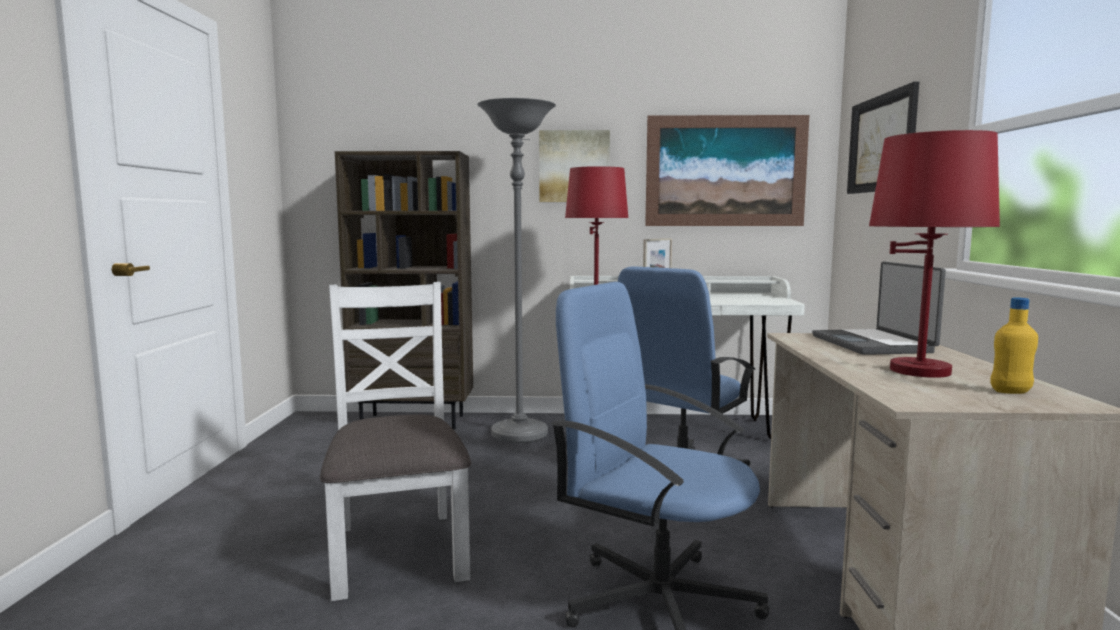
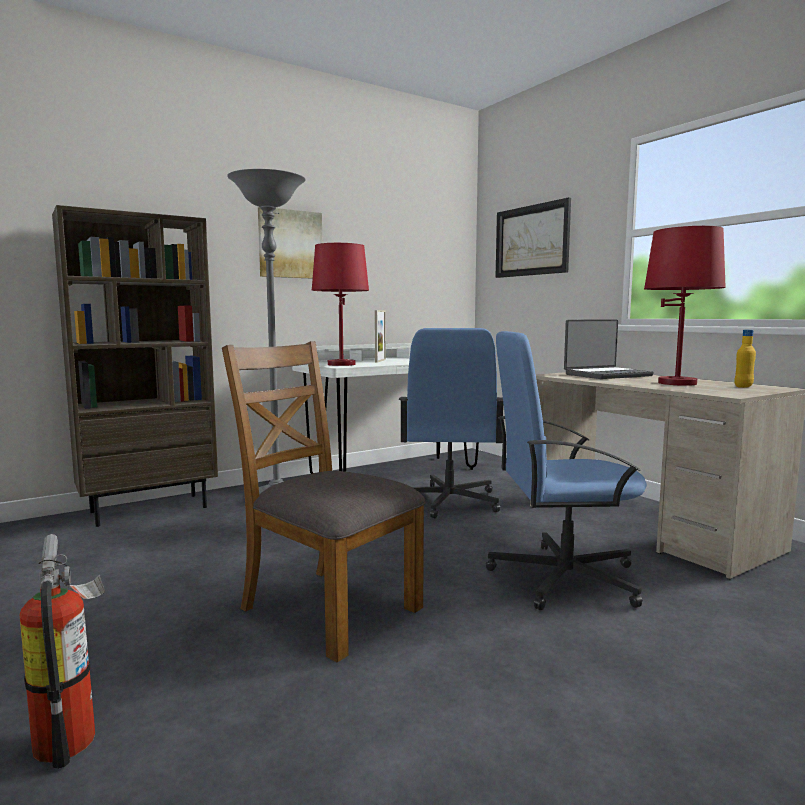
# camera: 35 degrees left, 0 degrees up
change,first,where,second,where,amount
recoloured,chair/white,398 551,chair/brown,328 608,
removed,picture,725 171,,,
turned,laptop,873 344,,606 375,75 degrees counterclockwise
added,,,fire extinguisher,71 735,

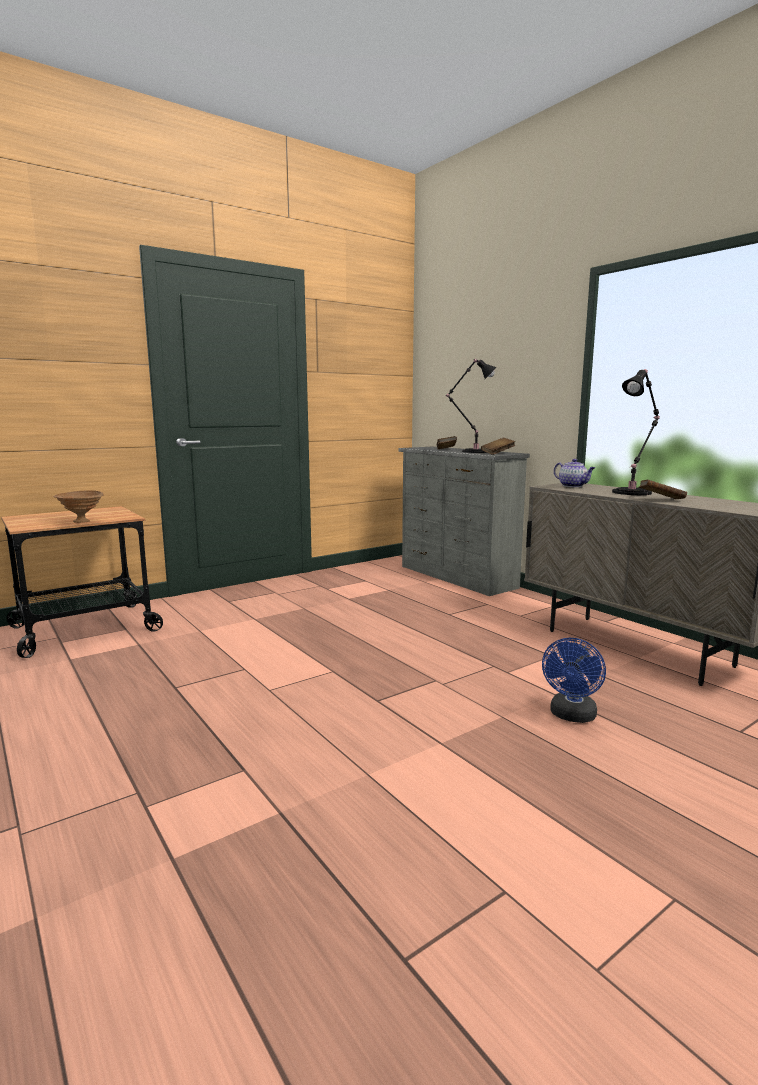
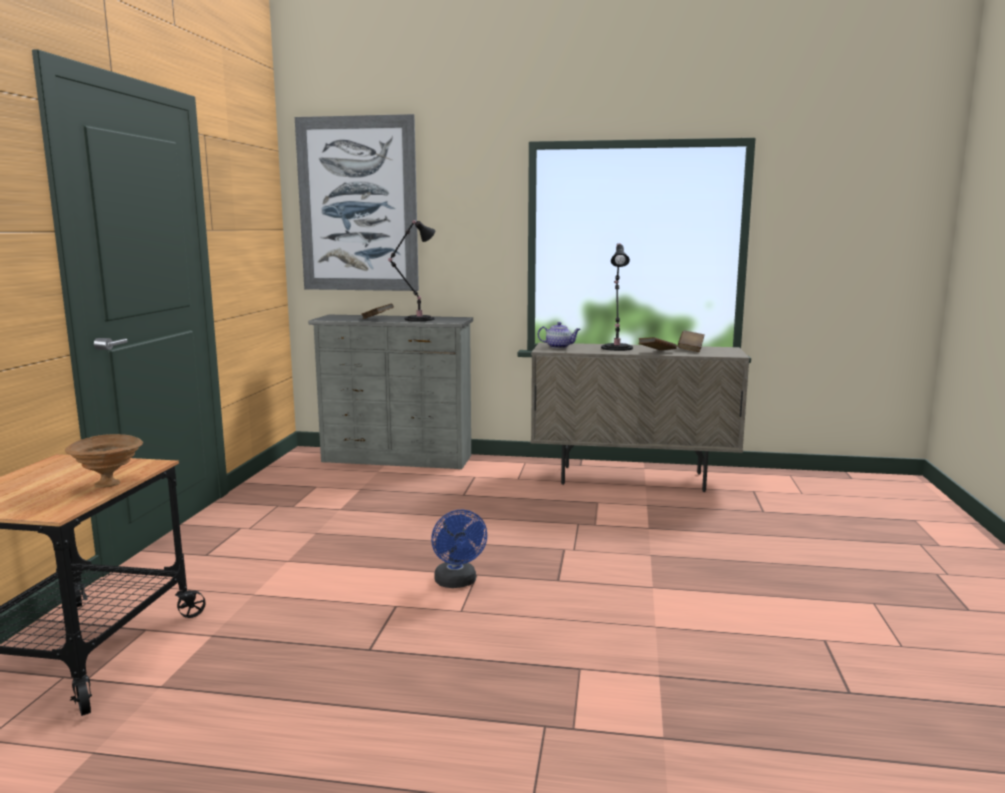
# camera: 45 degrees left, 0 degrees up
change,first,where,second,where,amount
moved,book/brown,497 453,,690 349,
moved,fan/blue,572 716,,457 583,
added,,,picture,358 205,

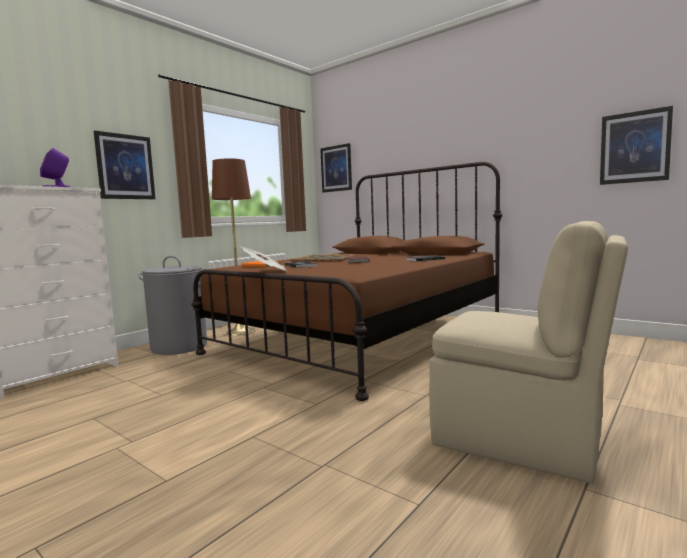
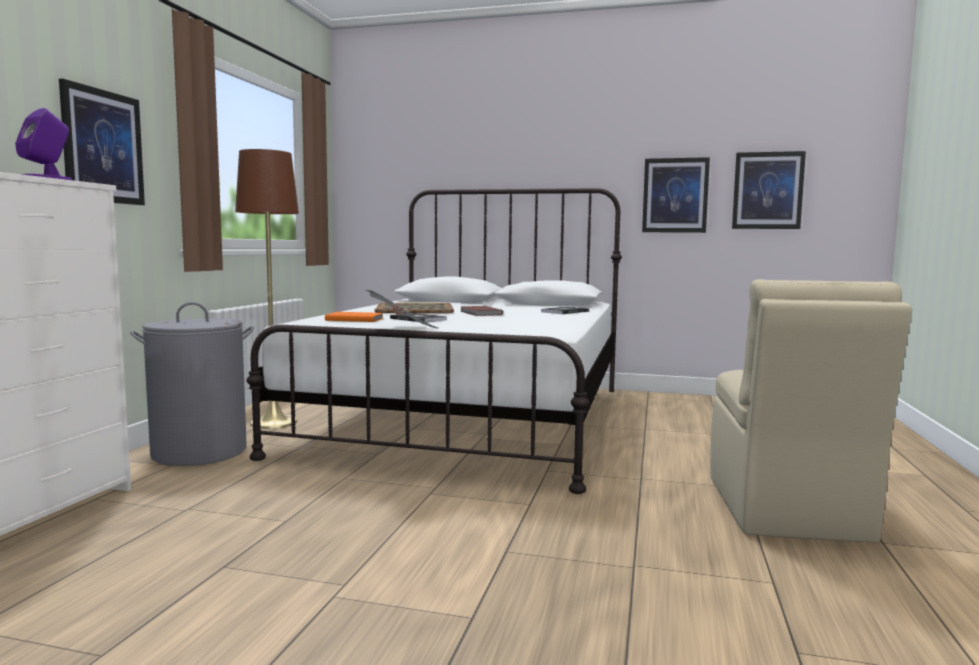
# camera: 25 degrees left, 0 degrees up
change,first,where,second,where,amount
recoloured,bed/brown,361 337,bed/white,470 418,
moved,picture,336 168,,675 195,
turned,chair/beige,521 439,,785 510,90 degrees clockwise

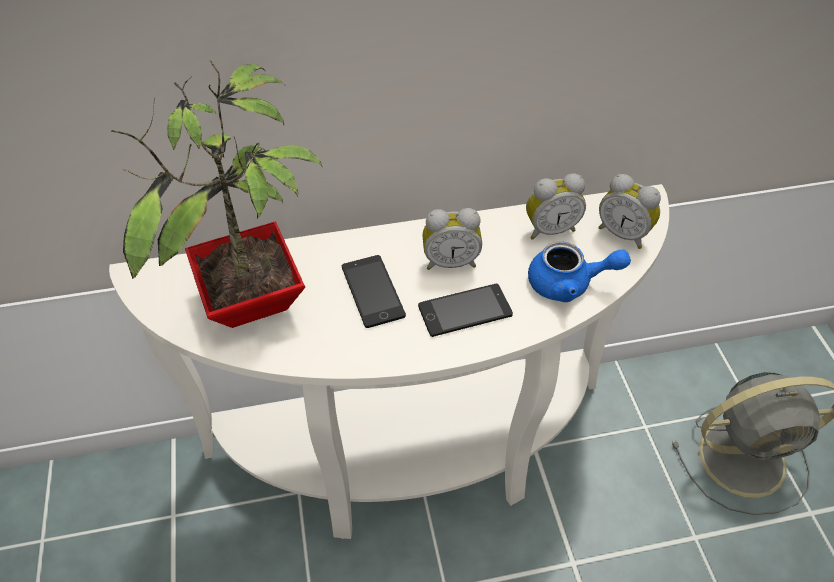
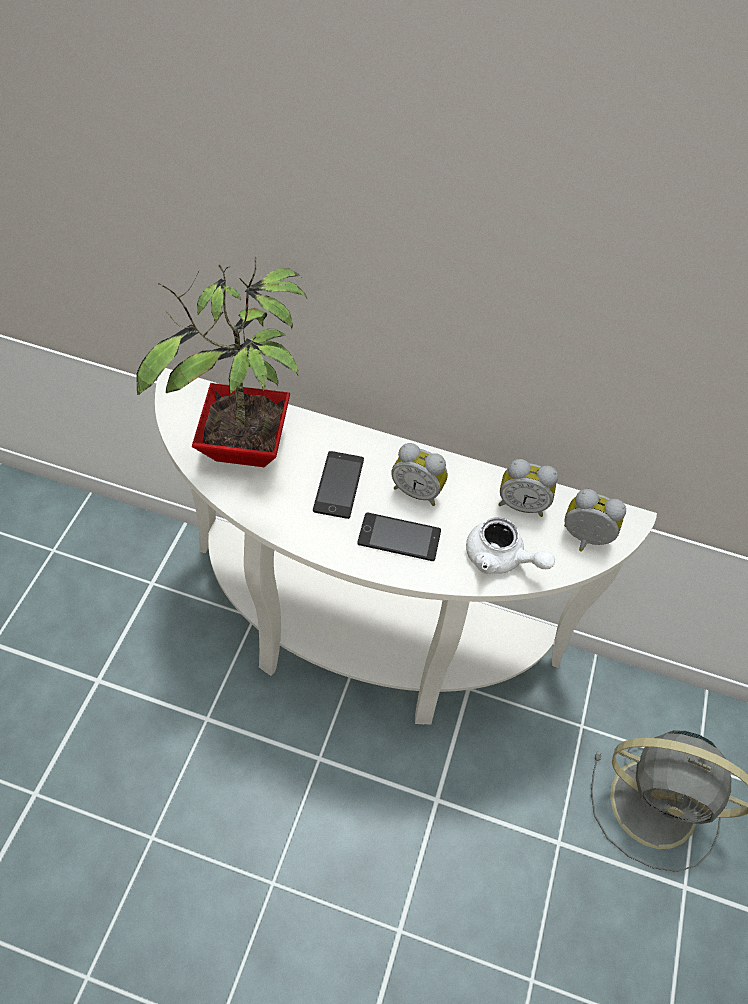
# camera: 25 degrees right, 5 degrees up
change,first,where,second,where,amount
recoloured,teapot/blue,568 284,teapot/white,501 559,
turned,alarm clock,623 233,,583 540,135 degrees clockwise

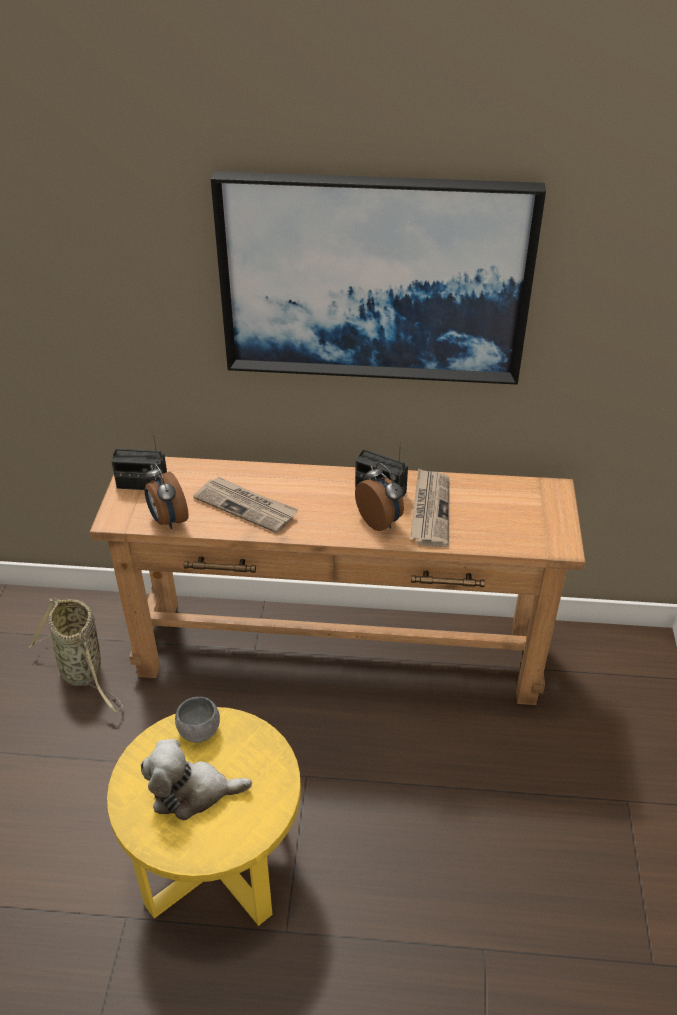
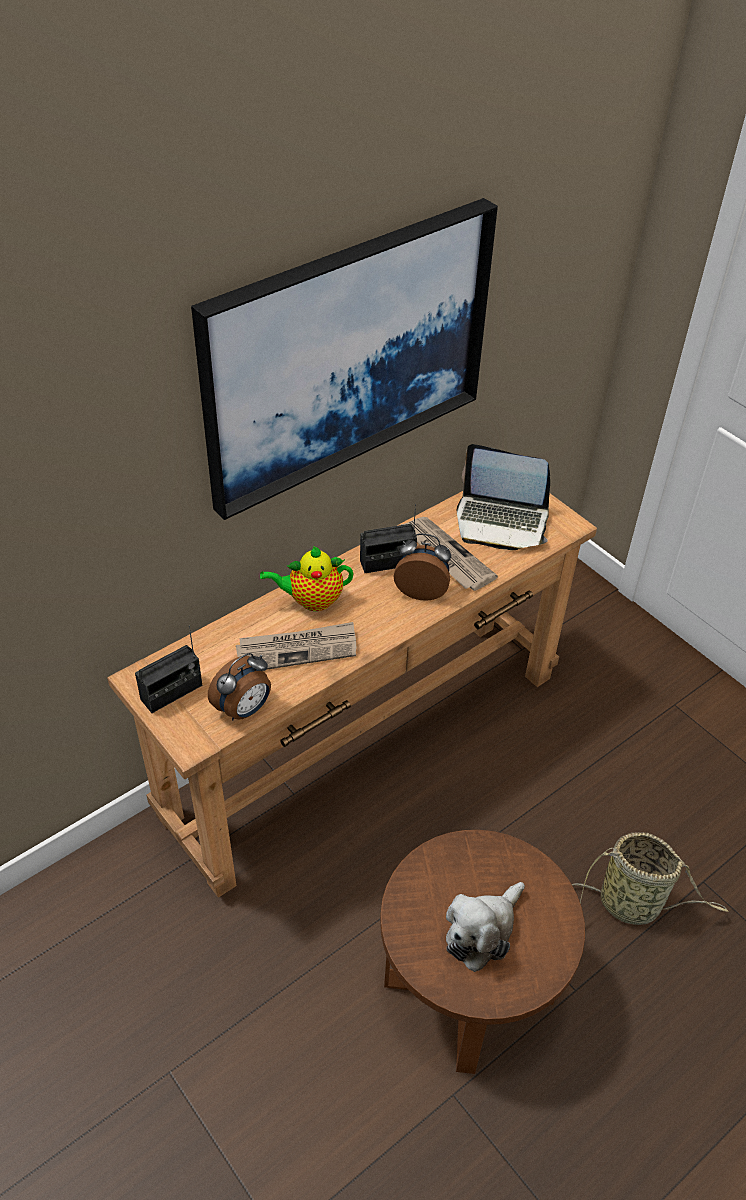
# camera: 45 degrees left, 5 degrees up
change,first,where,second,where,amount
moved,basket,83 672,,633 905,
recoloured,side table/yellow,217 861,side table/brown,468 987,
turned,alarm clock,167 520,,244 710,60 degrees counterclockwise
removed,bowl/grey,199 730,,,
added,,,teapot,311 600,
added,,,laptop,501 521,

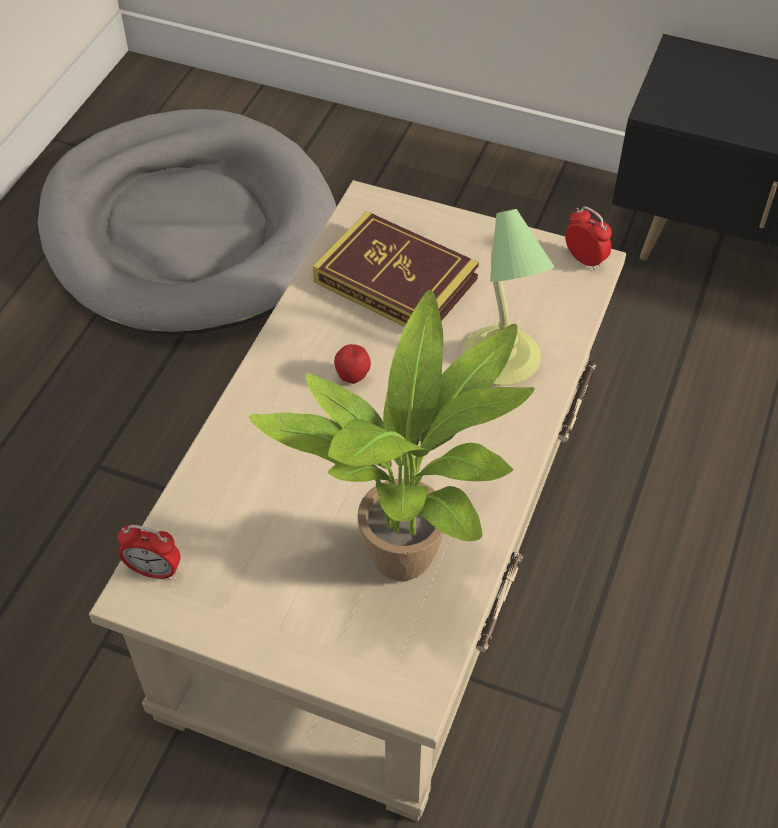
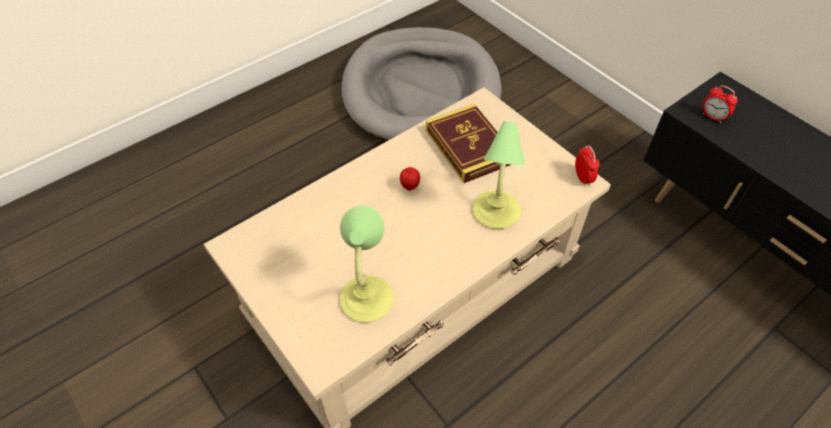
# camera: 30 degrees right, 0 degrees up
change,first,where,second,where,amount
moved,alarm clock,154 570,,713 117,
replaced,potted plant,409 566,table lamp,367 297,

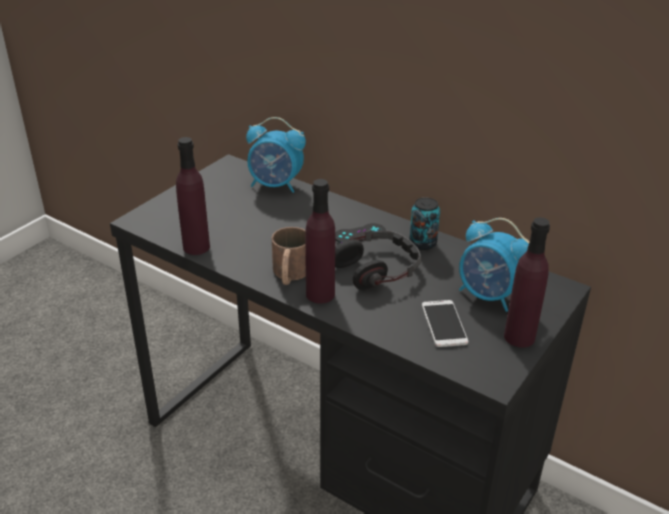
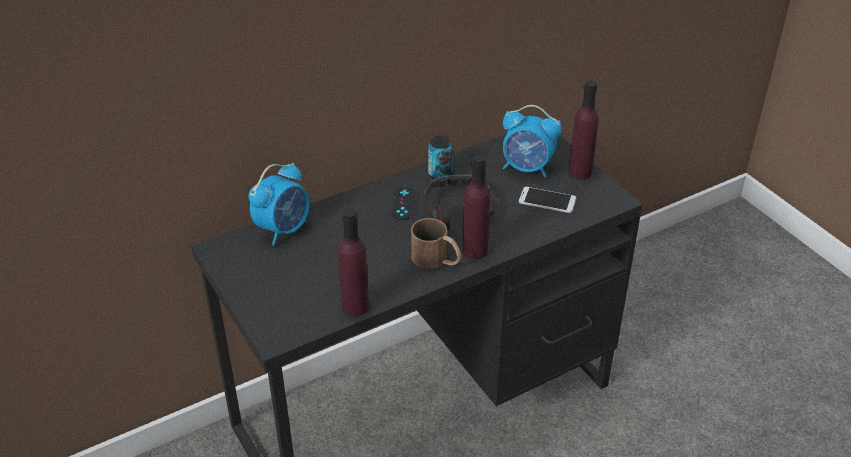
# camera: 65 degrees left, 5 degrees up
change,first,where,second,where,amount
turned,alarm clock,489 296,,527 168,45 degrees clockwise

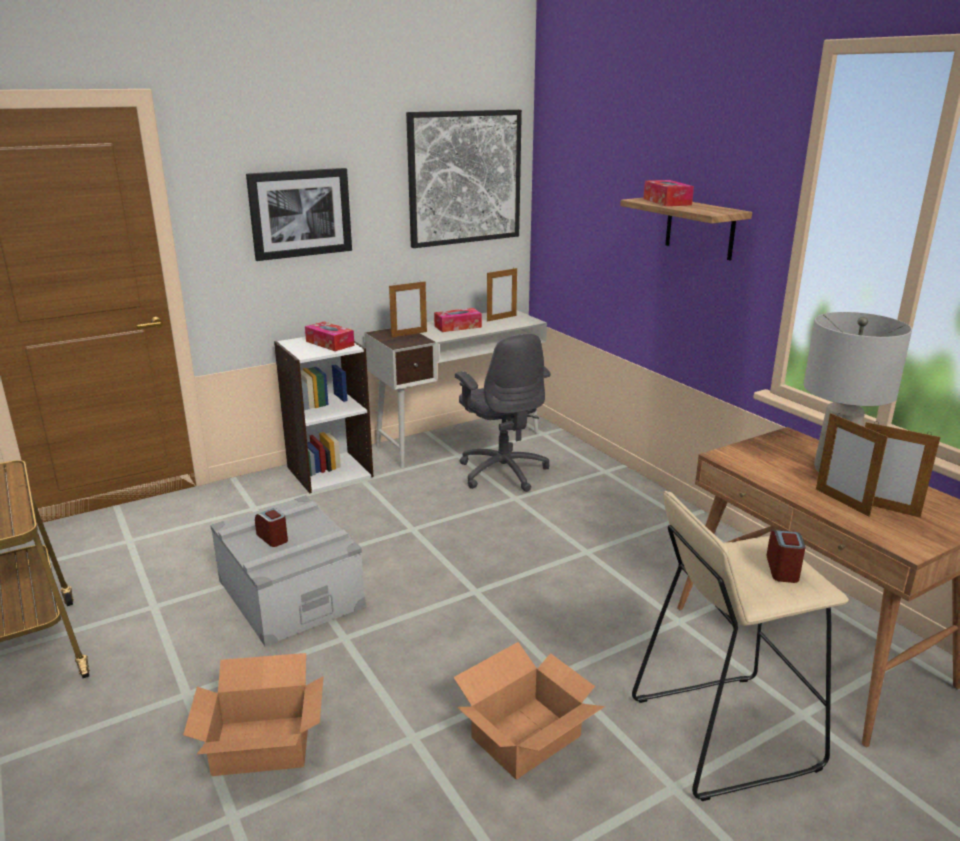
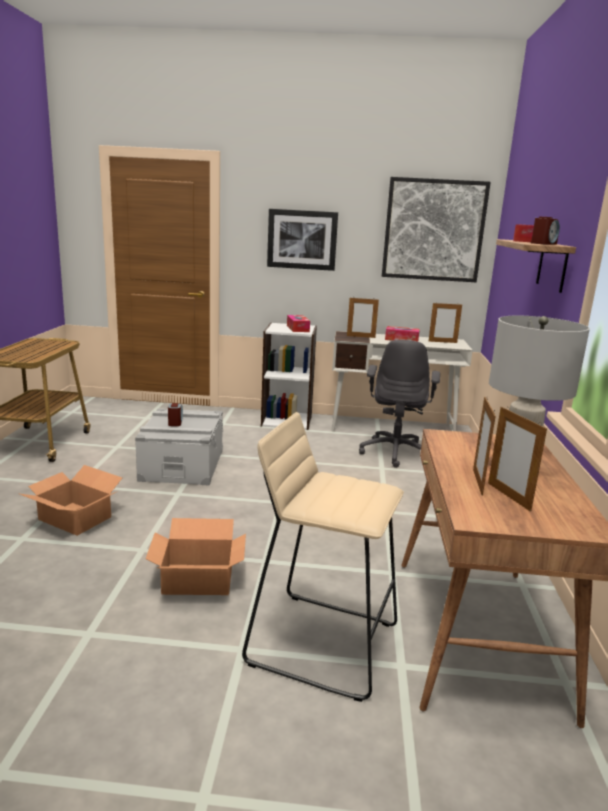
# camera: 35 degrees right, 5 degrees down
change,first,where,second,where,amount
moved,alarm clock,783 569,,543 243,

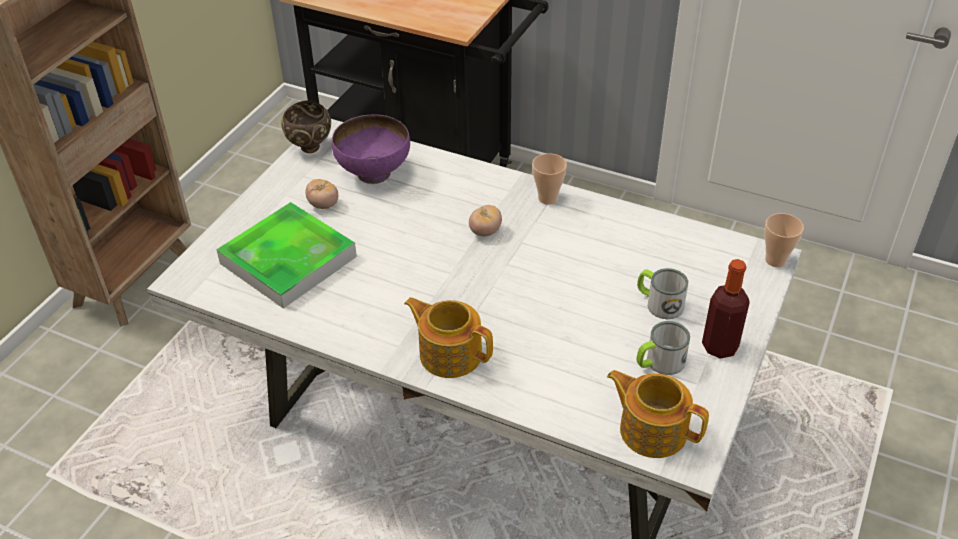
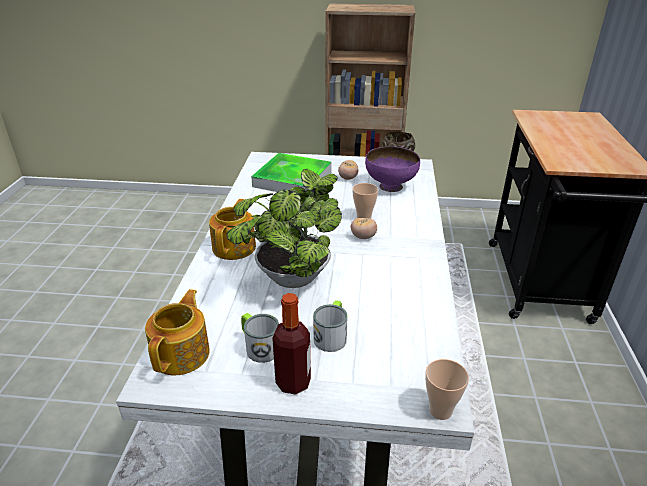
# camera: 70 degrees right, 10 degrees down
change,first,where,second,where,amount
moved,cup,548 198,,364 217,
added,,,potted plant,290 280,

